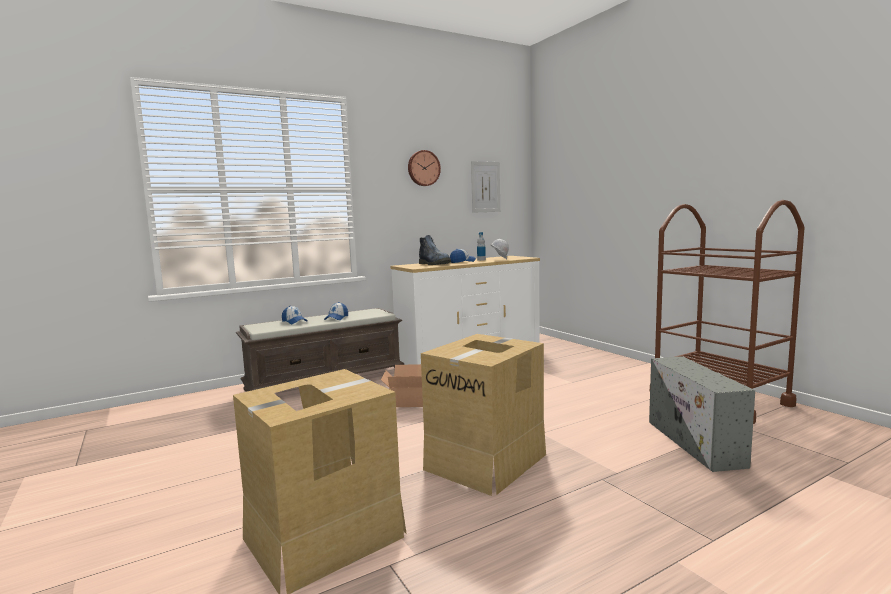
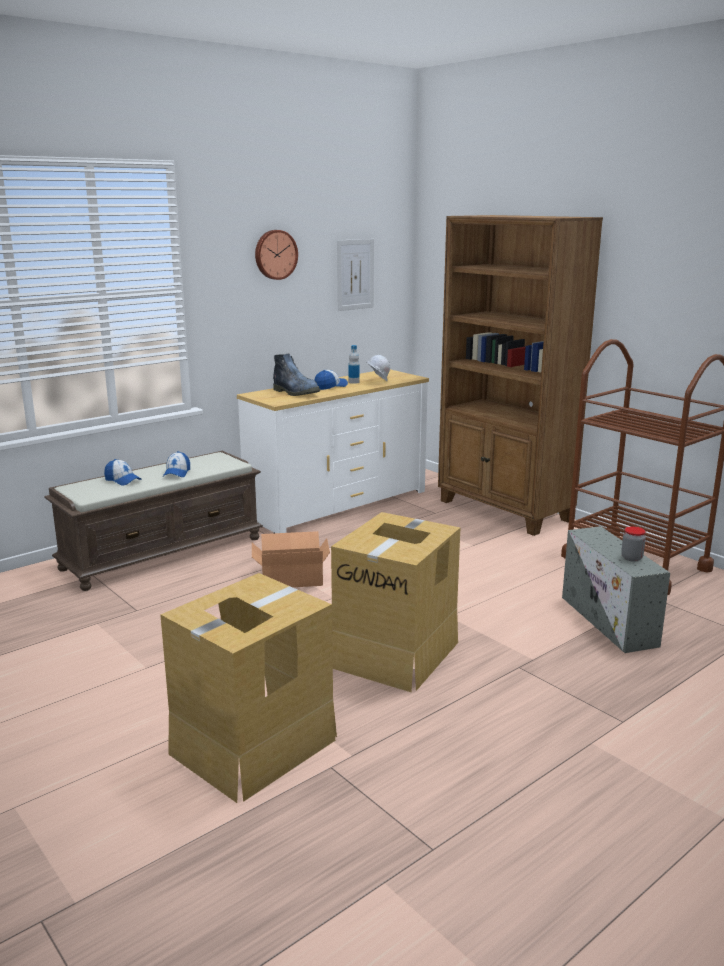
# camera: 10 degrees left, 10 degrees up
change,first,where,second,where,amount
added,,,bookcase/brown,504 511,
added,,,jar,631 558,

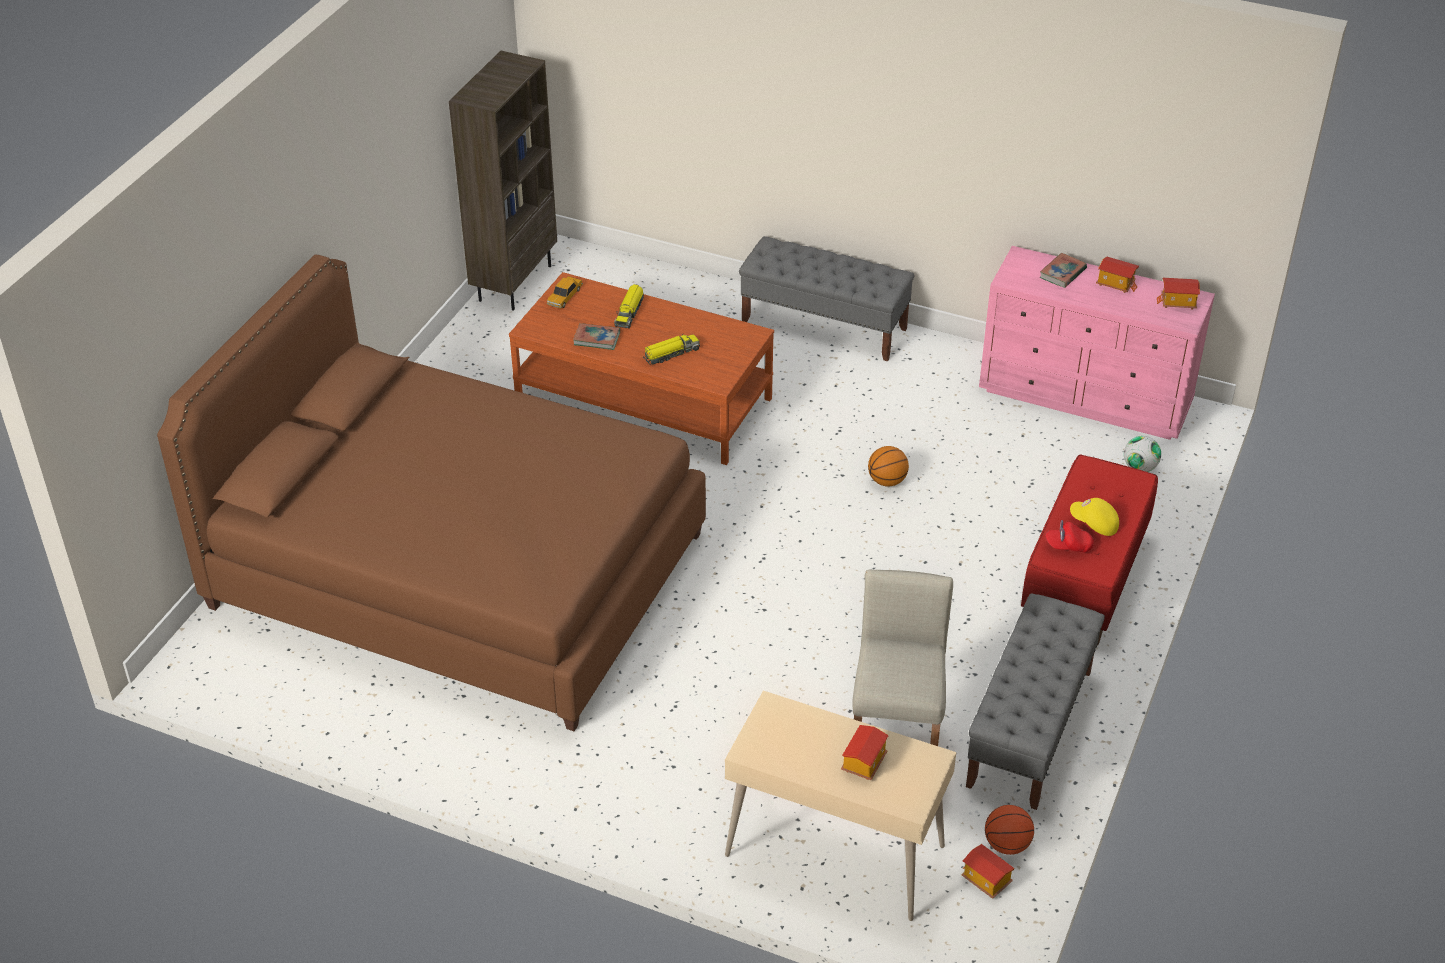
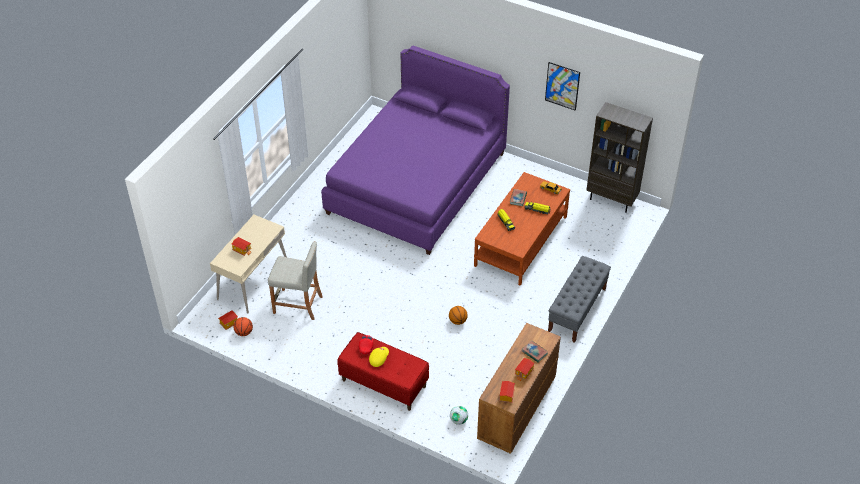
# camera: 95 degrees right, 5 degrees up
change,first,where,second,where,amount
recoloured,bed/brown,458 571,bed/purple,416 183,
removed,bench/grey,1029 728,,,
recoloured,dresser/pink,1086 396,dresser/brown,516 409,
added,,,picture,562 86,

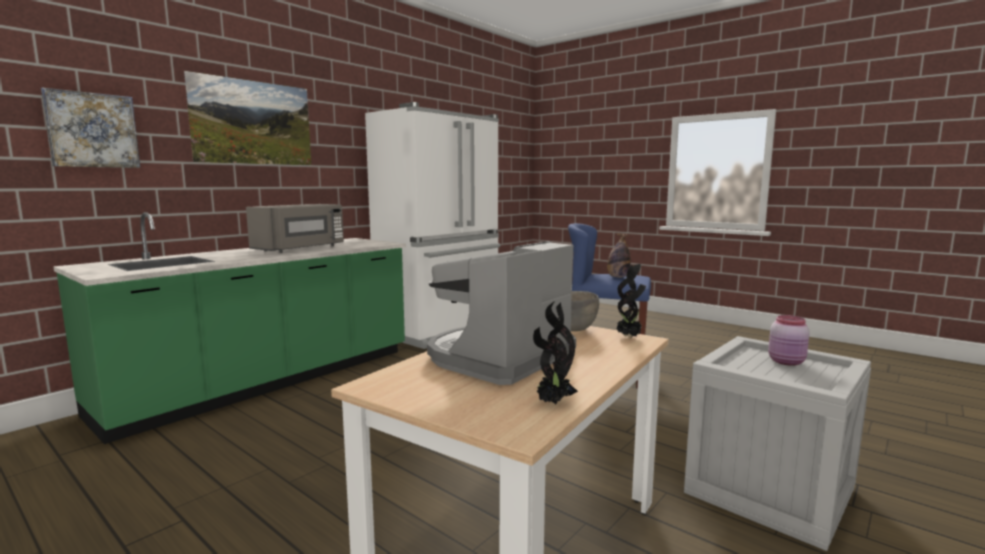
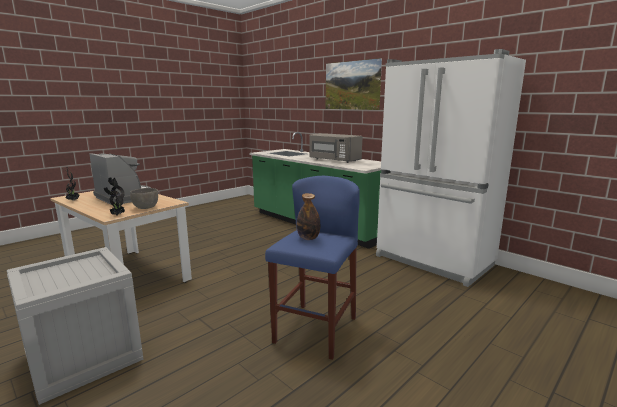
# camera: 95 degrees right, 5 degrees up
change,first,where,second,where,amount
removed,picture,92 130,,,
removed,jar/pink,787 362,,,

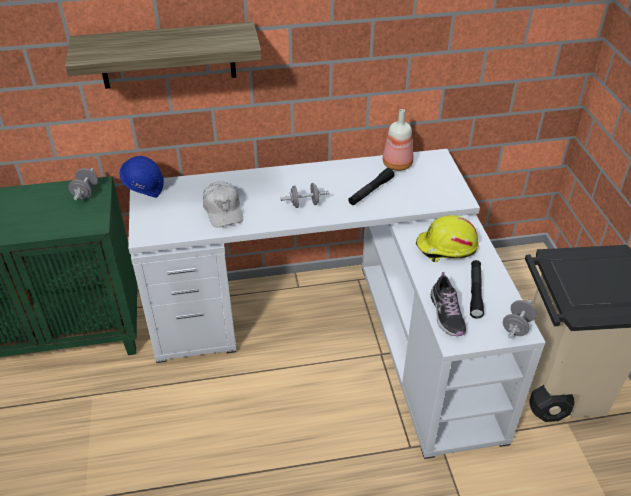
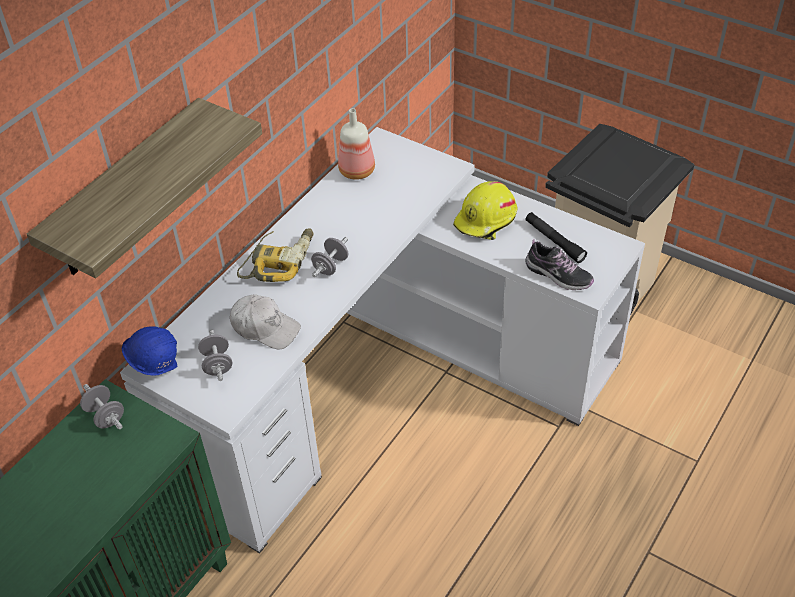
# camera: 45 degrees left, 5 degrees up
change,first,where,second,where,amount
removed,flashlight/black,371 191,,,
moved,dumbbell/grey,517 327,,217 364,
added,,,power drill,279 260,

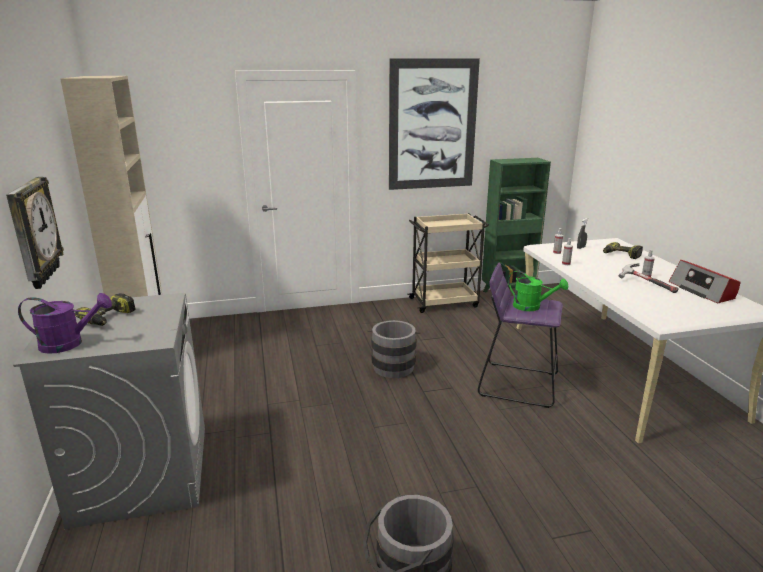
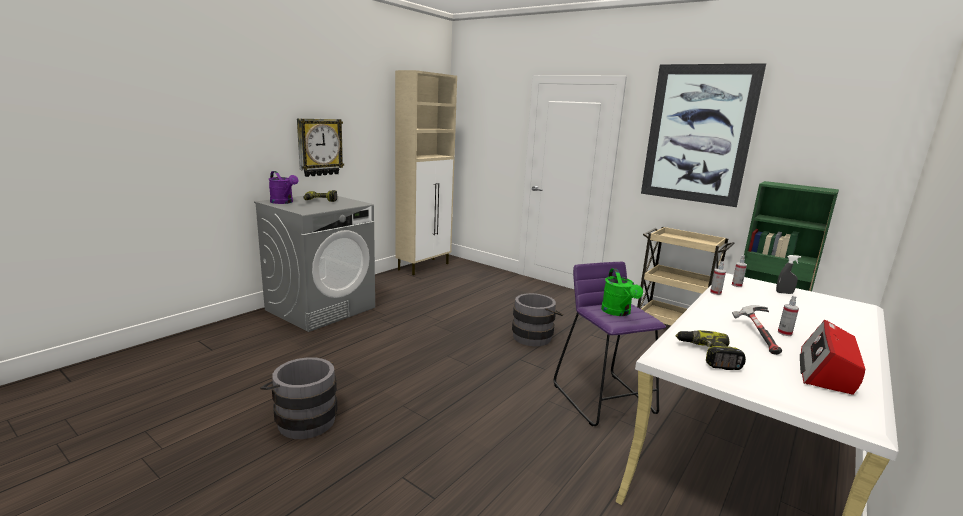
# camera: 50 degrees right, 5 degrees down
change,first,where,second,where,amount
moved,power drill,621 255,,708 355,

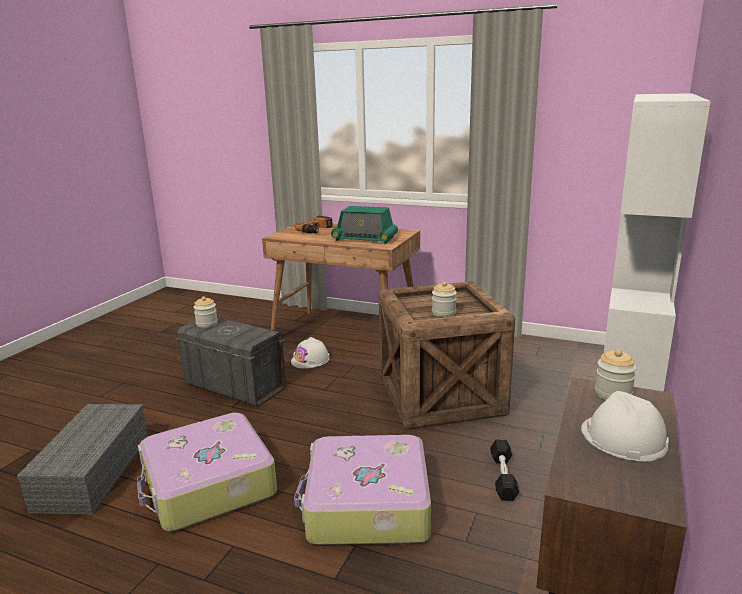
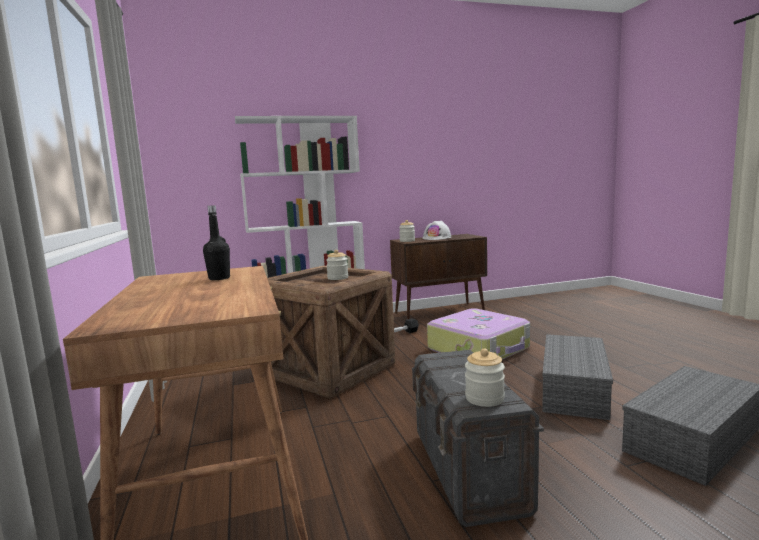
# camera: 130 degrees left, 10 degrees down
change,first,where,second,where,amount
replaced,suitcase,208 485,storage box/grey,572 389,
removed,hard hat/white,310 360,,,
removed,power drill,317 230,,,
replaced,radio,364 239,bottle/black,219 278,

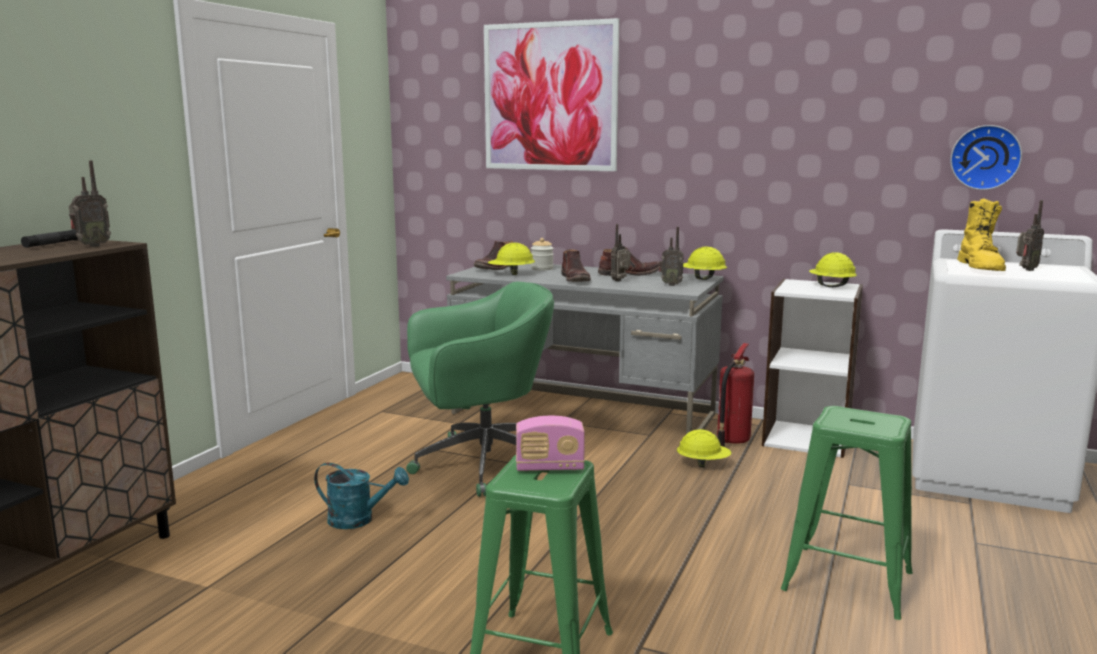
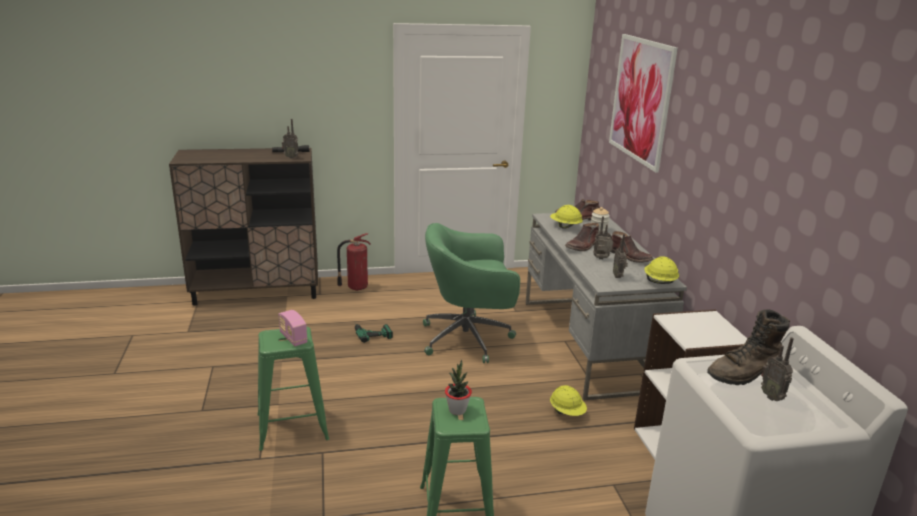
# camera: 55 degrees right, 10 degrees up
change,first,where,second,where,amount
replaced,watering can/turquoise,359 520,power drill,371 332,
turned,office chair/green,480 465,,469 338,135 degrees clockwise
moved,fire extinguisher,731 441,,356 287,
removed,hard hat/yellow,831 286,,,
removed,wall clock,985 157,,,
recoloured,boot/yellow,981 268,boot/brown,744 374,
turned,radio,1025 270,,772 397,45 degrees clockwise
added,,,potted plant,457 410,

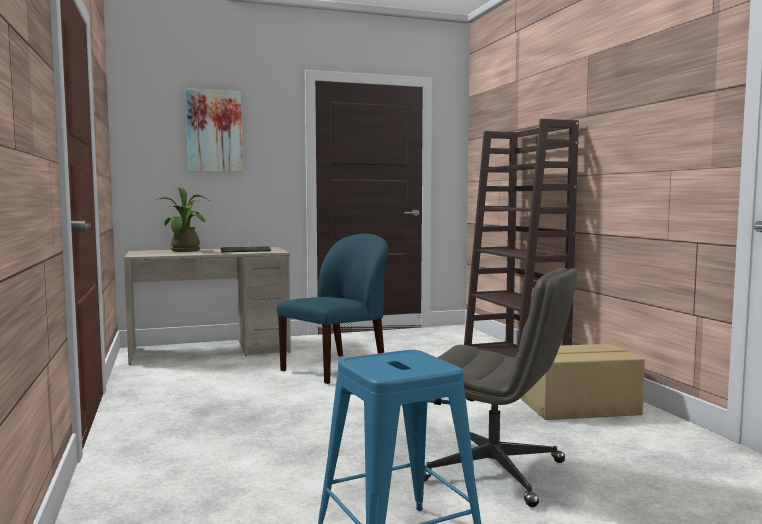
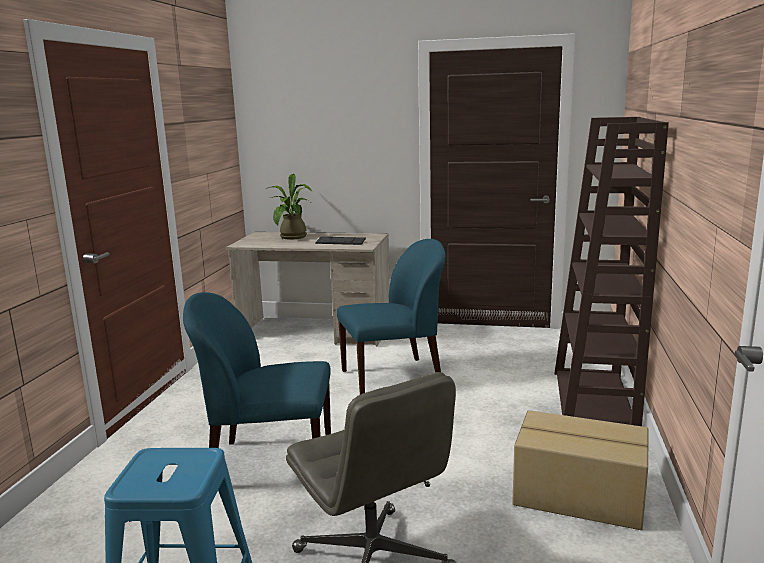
# camera: 30 degrees right, 10 degrees up
change,first,where,second,where,amount
removed,picture,214 131,,,
added,,,chair/blue,269 463,

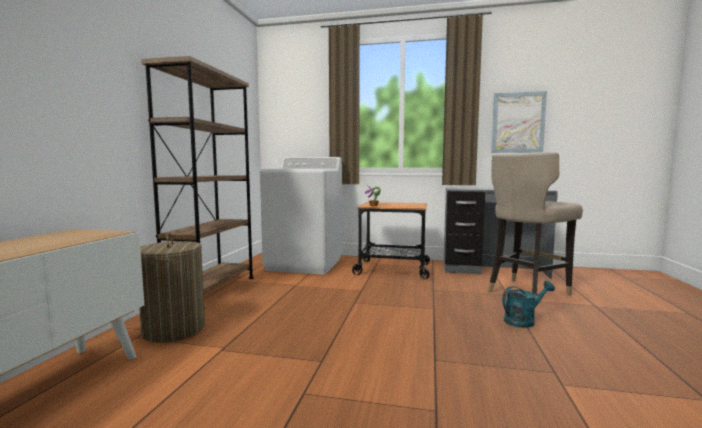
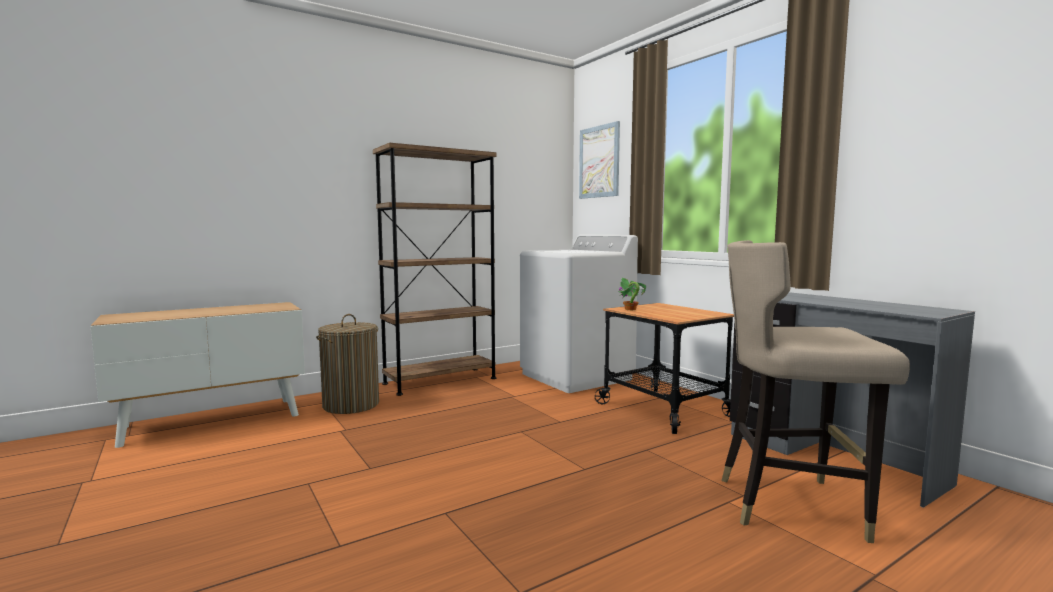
# camera: 45 degrees right, 0 degrees up
change,first,where,second,where,amount
moved,picture,518 123,,599 162,
removed,watering can/turquoise,523 321,,,

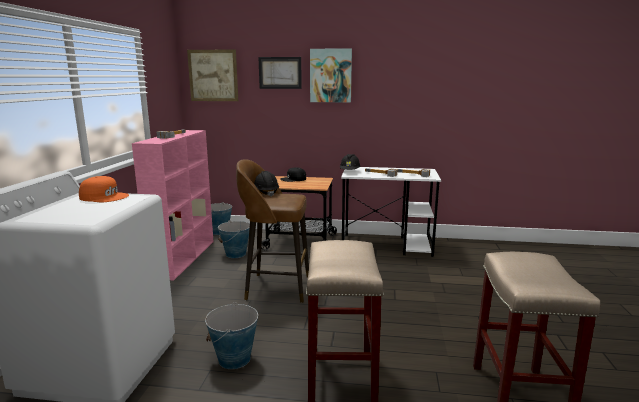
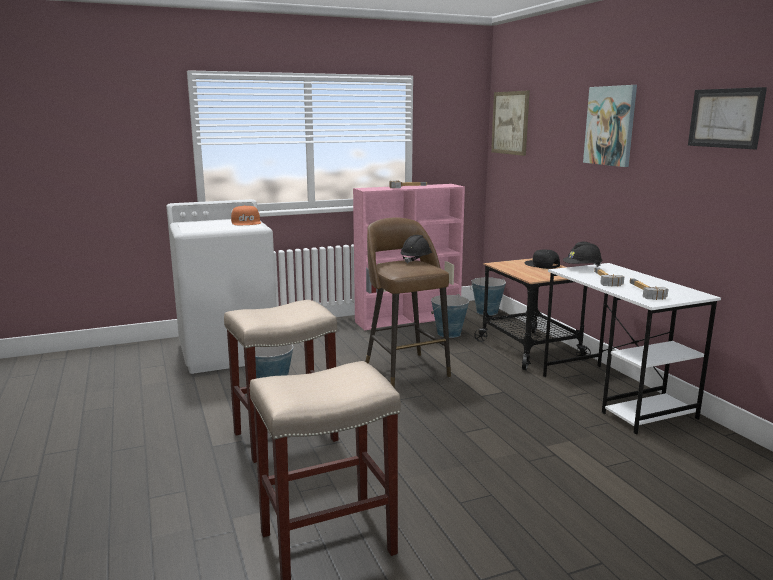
# camera: 60 degrees right, 0 degrees up
change,first,where,second,where,amount
moved,picture,280 73,,725 118,

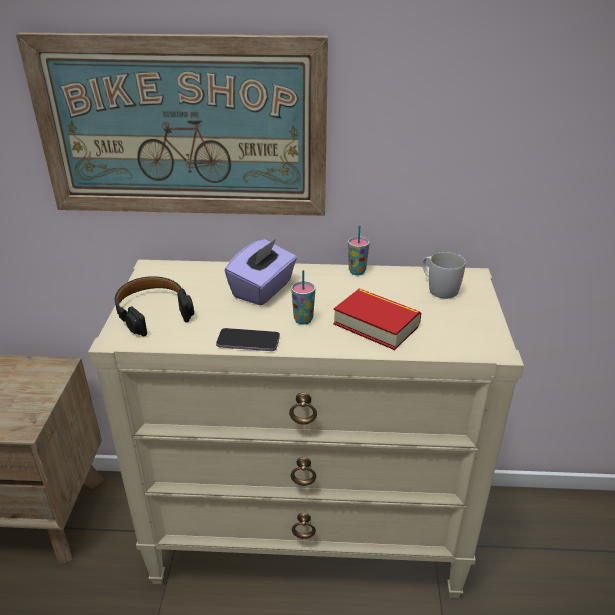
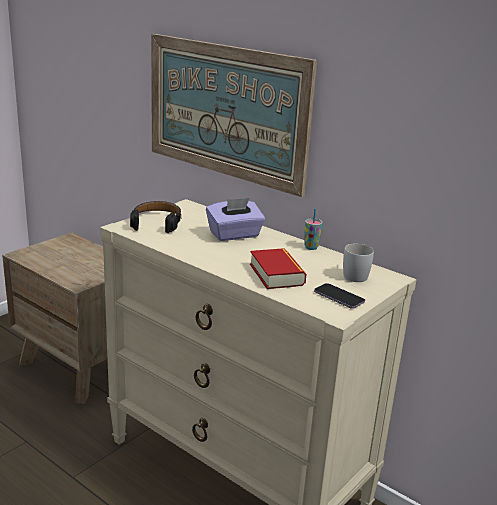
# camera: 35 degrees right, 10 degrees down
change,first,where,second,where,amount
moved,phone,248 341,,339 297,
removed,cup,303 320,,,

